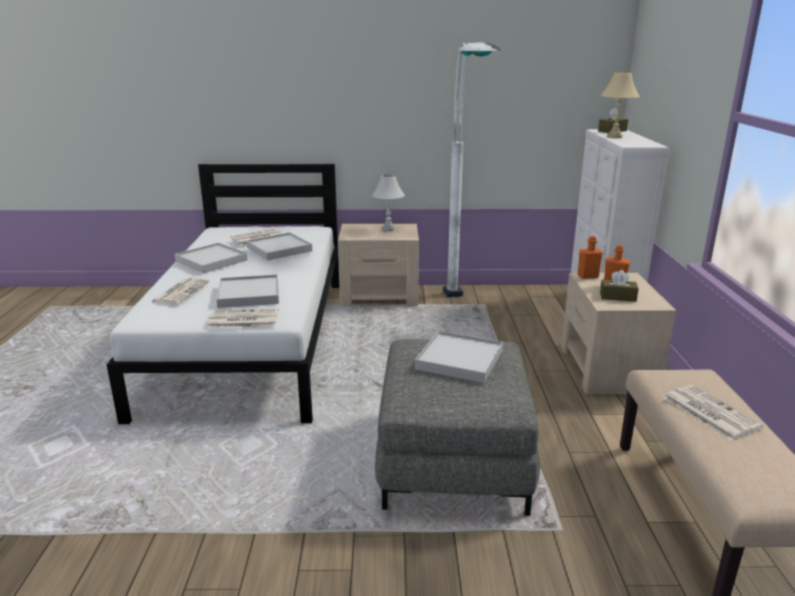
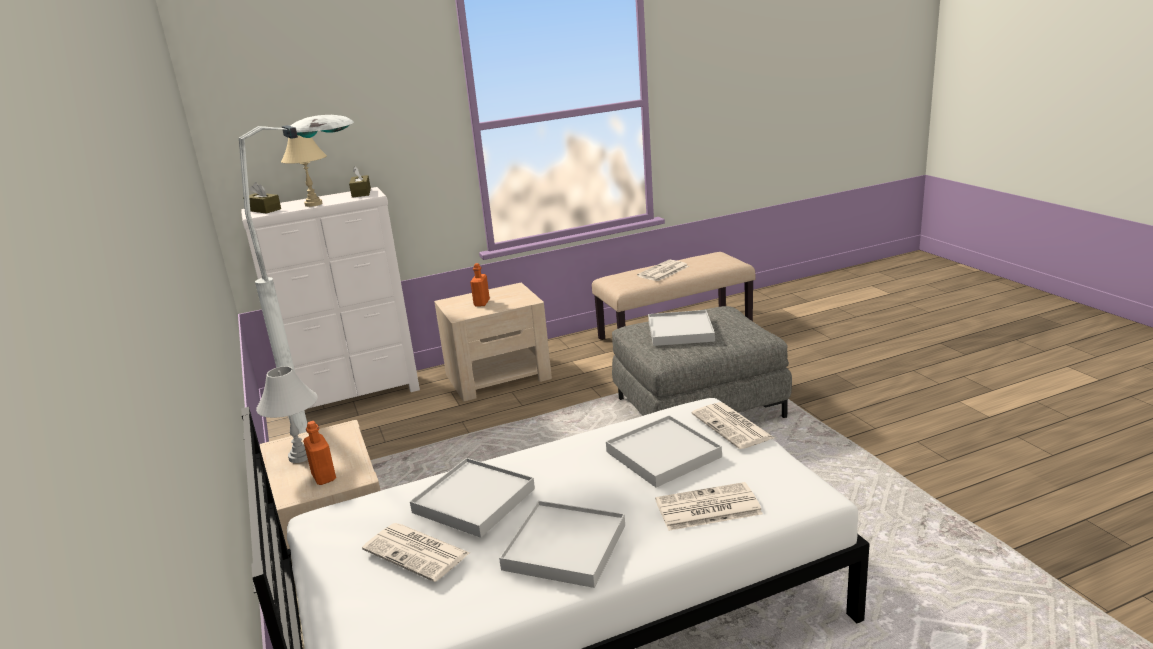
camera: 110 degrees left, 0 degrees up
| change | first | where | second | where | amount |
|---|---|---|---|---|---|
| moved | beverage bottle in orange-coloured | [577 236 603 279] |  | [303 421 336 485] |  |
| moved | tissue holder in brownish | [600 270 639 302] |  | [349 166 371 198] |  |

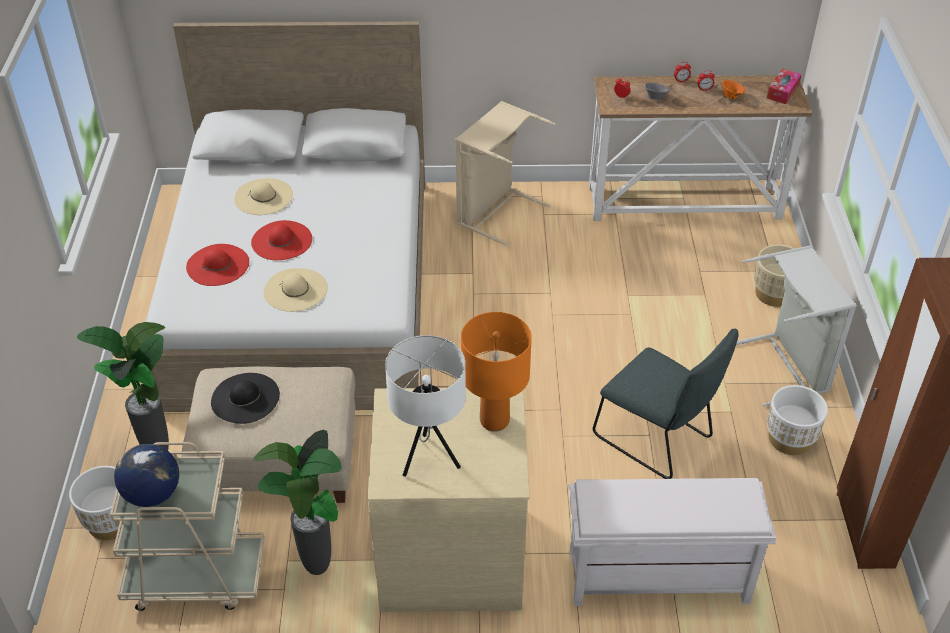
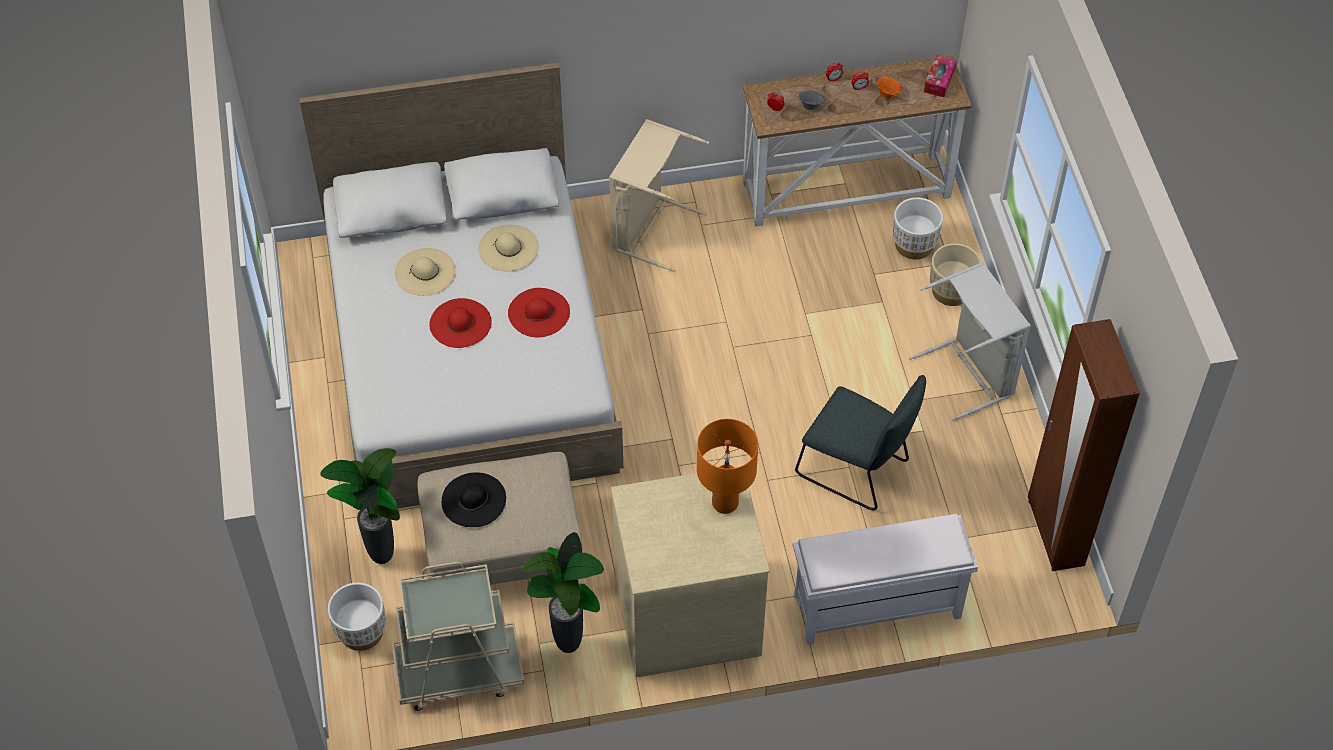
camera: 10 degrees left, 10 degrees up
| change | first | where | second | where | amount |
|---|---|---|---|---|---|
| moved | hat in red | [186 244 249 286] |  | [508 288 570 337] |  |
| moved | hat in beige-coloured | [264 268 328 312] |  | [479 225 539 271] |  |
| removed | lamp for a table in white | [385 335 466 477] |  |  |  |
| moved | planter in white | [767 385 828 455] |  | [893 198 943 259] |  |
| removed | desk globe | [114 444 179 507] |  |  |  |

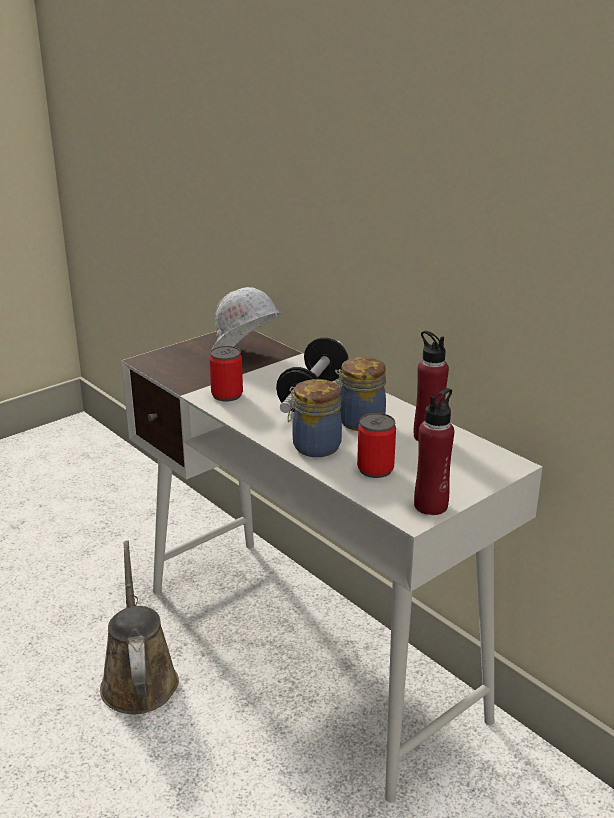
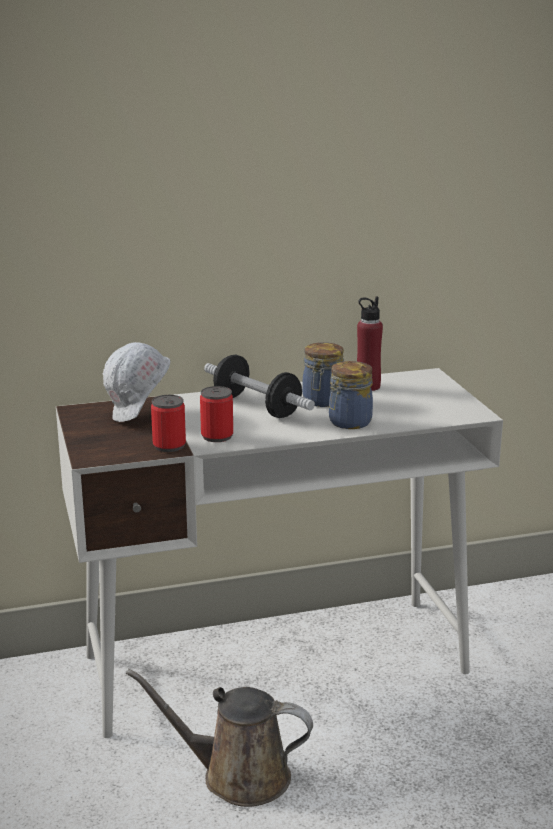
camera: 65 degrees left, 5 degrees down
| change | first | where | second | where | amount |
|---|---|---|---|---|---|
| removed | beverage bottle in red | [414 388 454 515] |  |  |  |
| moved | sealed can | [357 413 396 478] |  | [151 395 186 452] |  |

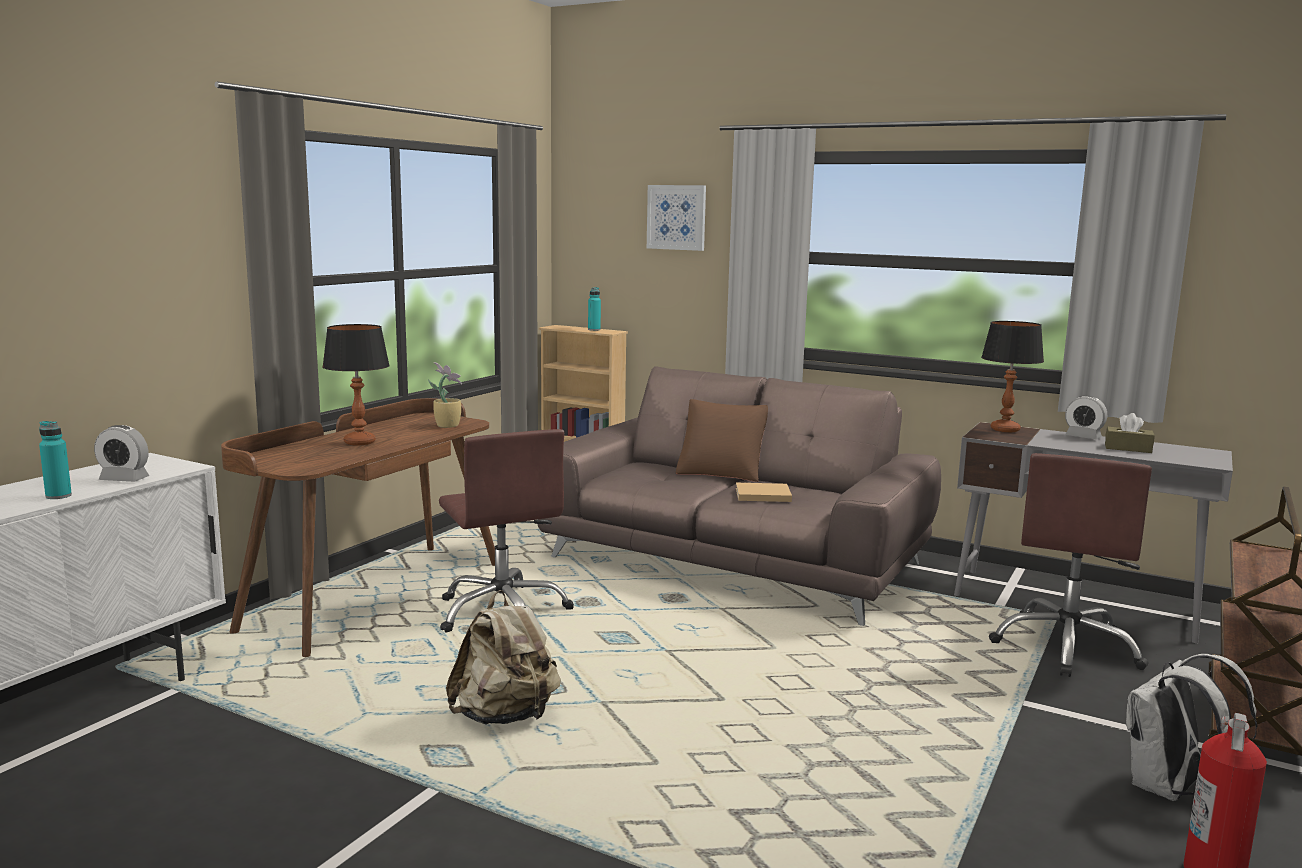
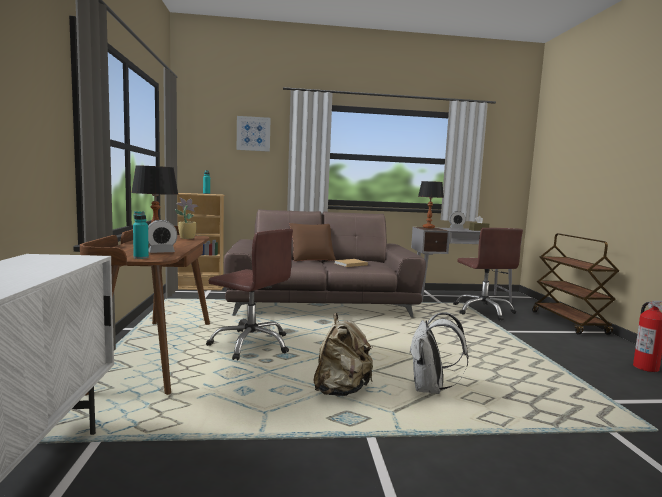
camera: 35 degrees left, 5 degrees down
| change | first | where | second | where | amount |
|---|---|---|---|---|---|
| moved | beverage bottle in turquoise-coloured | [39 421 72 499] |  | [133 211 149 259] |  |
| moved | table clock | [94 425 149 482] |  | [148 220 177 253] |  |
| moved | rucksack in white | [1126 654 1257 801] |  | [409 312 469 394] |  |

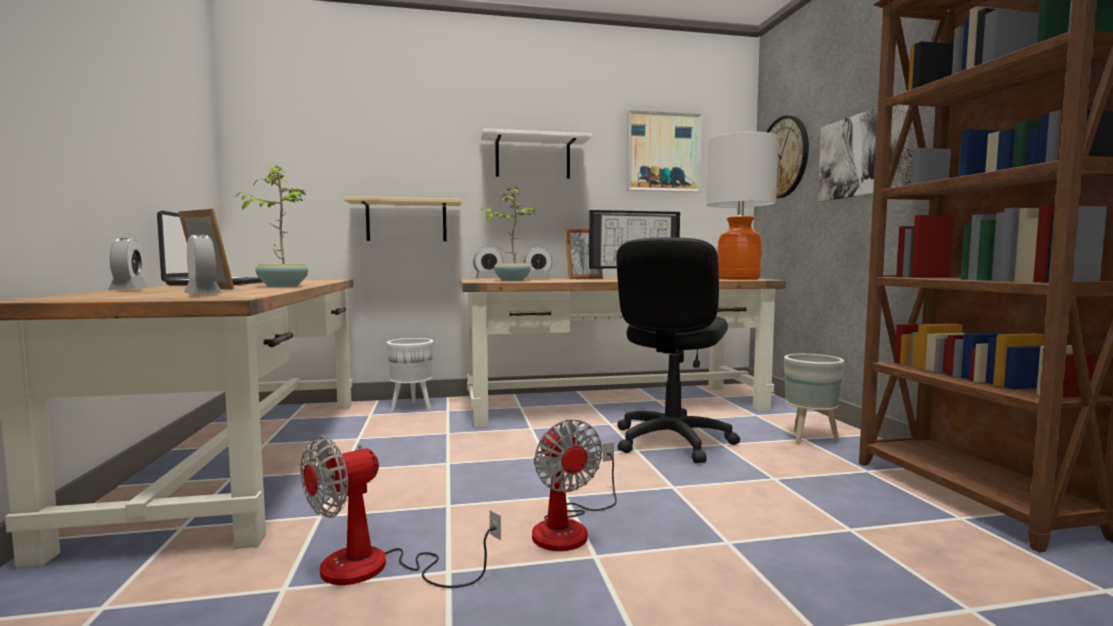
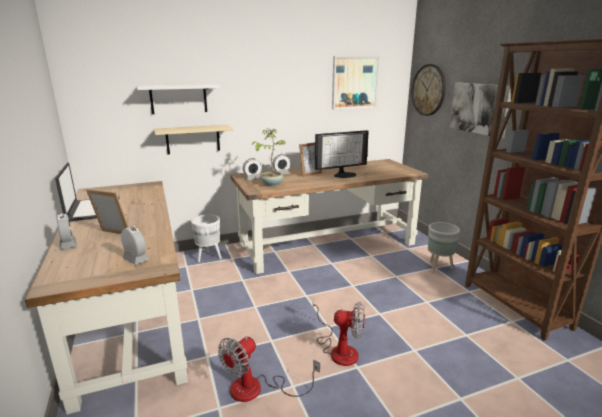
camera: 10 degrees left, 15 degrees up
| change | first | where | second | where | amount |
|---|---|---|---|---|---|
| moved | bracket shelf in white | [481 129 592 179] |  | [137 84 220 114] |  |
| removed | lamp for a table | [707 132 779 280] |  |  |  |
| removed | plant in a pot | [236 165 308 287] |  |  |  |
| removed | desk chair in black | [616 237 740 463] |  |  |  |
| turned | fan | [532 419 617 551] |  | [313 299 365 366] | 45 degrees counterclockwise |

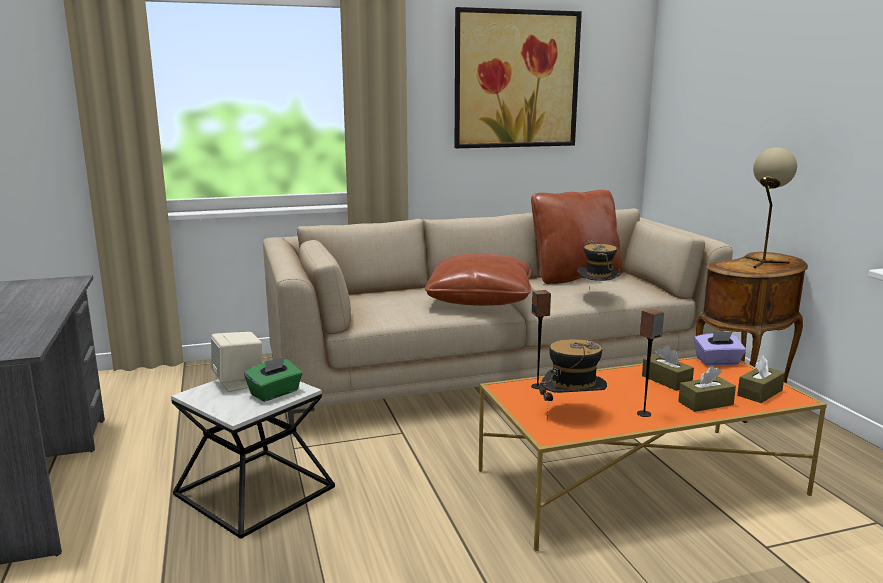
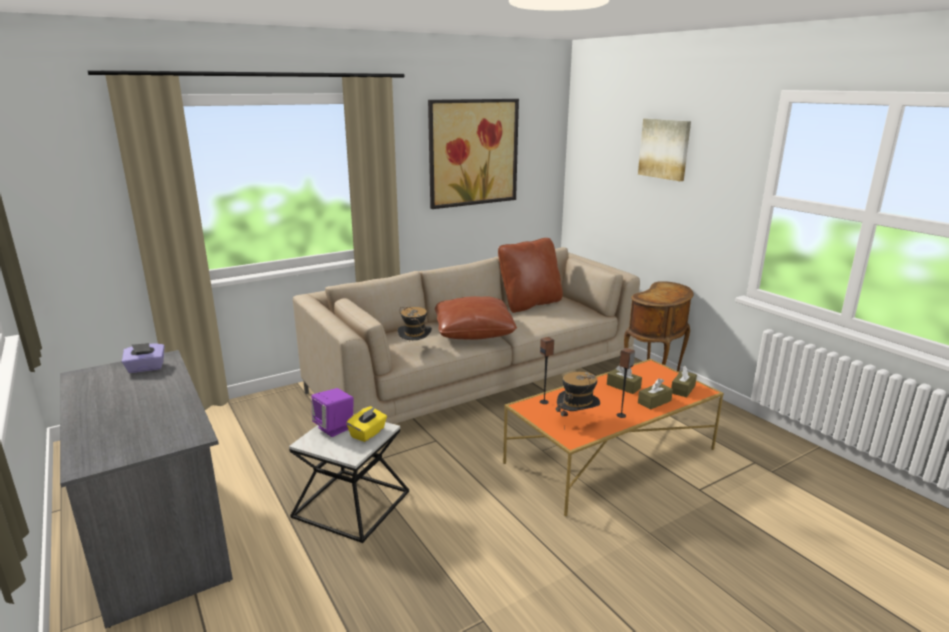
camera: 15 degrees left, 5 degrees up
| change | first | where | second | where | amount |
|---|---|---|---|---|---|
| removed | lamp for a table in beige-coloured | [745 147 797 268] |  |  |  |
| moved | hat | [578 240 621 289] |  | [397 307 432 342] |  |
| moved | tissue holder in purple-coloured | [694 331 746 365] |  | [122 343 165 373] |  |
| recoloured | speaker in beige-coloured | [211 332 262 392] | speaker in purple-coloured | [312 388 353 437] |  |
| recoloured | tissue holder in green-coloured | [244 356 302 402] | tissue holder in yellow | [346 406 387 442] |  |
| added |  |  | wall picture | [638 118 691 181] |  |

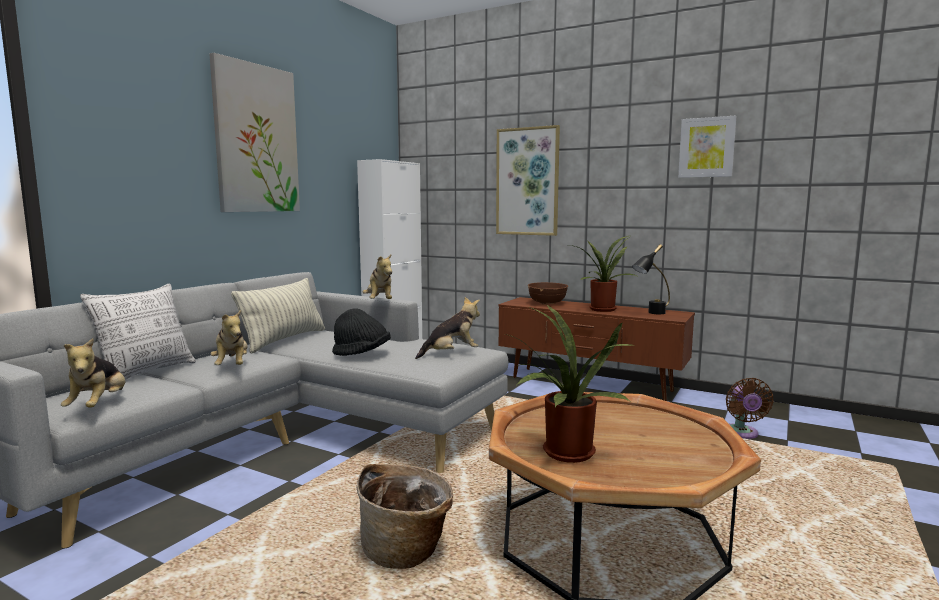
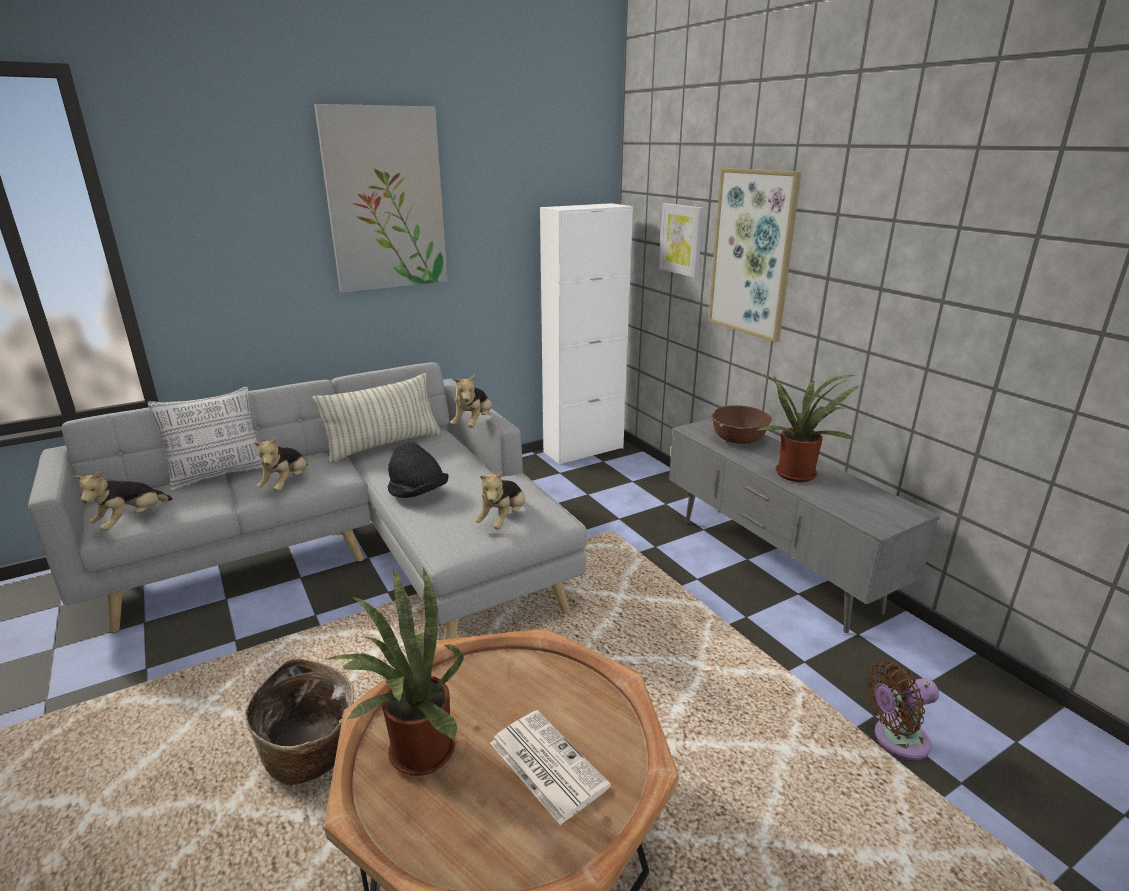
camera: 30 degrees right, 15 degrees up
| change | first | where | second | where | amount |
|---|---|---|---|---|---|
| moved | wall picture | [678 116 736 178] |  | [659 203 704 278] |  |
| removed | lamp for a table in black | [632 244 670 314] |  |  |  |
| turned | cuddly toy | [415 297 480 359] |  | [475 471 525 529] | 105 degrees clockwise |
| recoloured | tv stand in brownish | [499 297 695 401] | tv stand in grey | [669 418 940 633] |  |
| turned | fan in brownish | [726 378 774 439] |  | [866 660 939 760] | 45 degrees clockwise |
| added |  |  | printed paper | [490 710 611 825] |  |

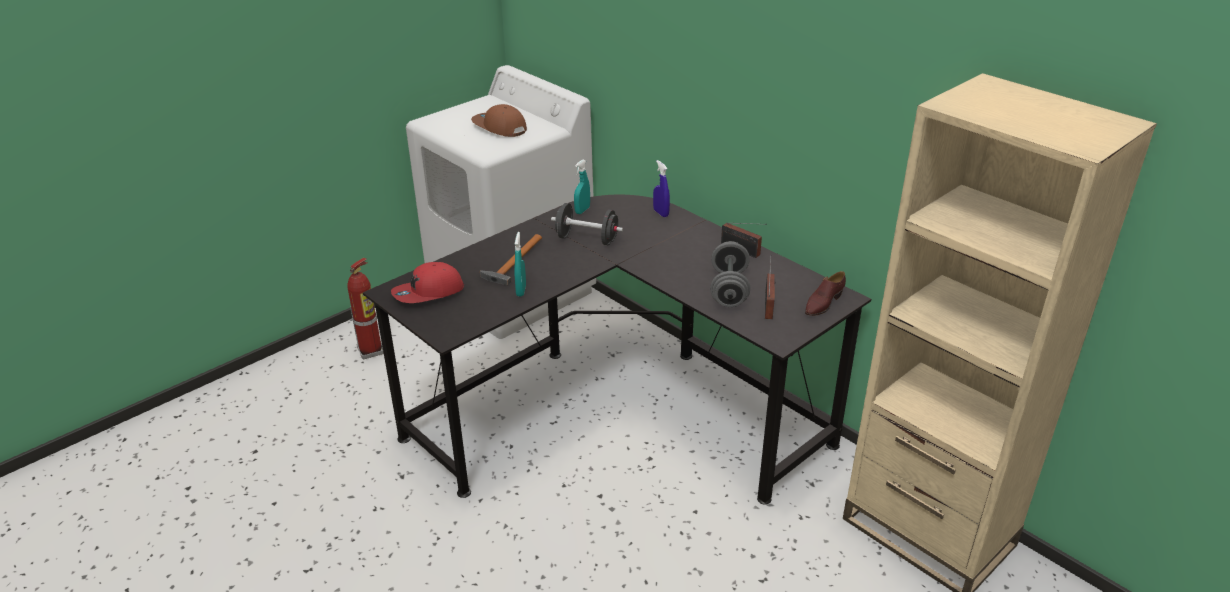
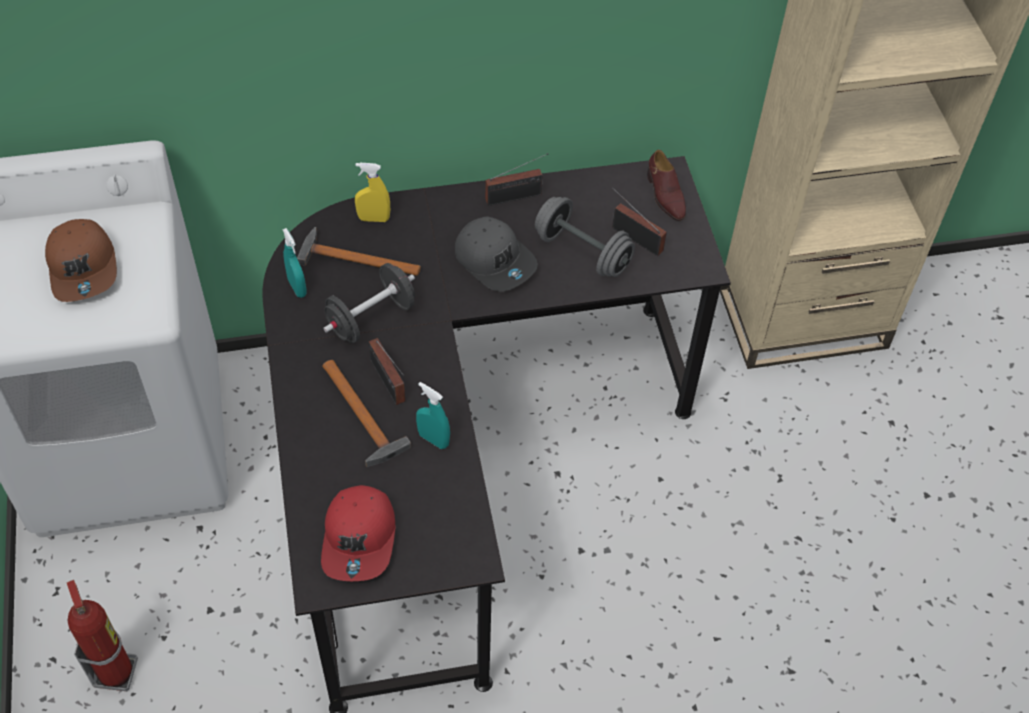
camera: 60 degrees left, 20 degrees up
| change | first | where | second | where | amount |
|---|---|---|---|---|---|
| turned | cap in brownish | [471 104 527 137] |  | [45 219 117 302] | 90 degrees counterclockwise |
| recoloured | sprayer in blue-coloured | [653 160 670 217] | sprayer in yellow | [355 163 390 222] |  |
| added |  |  | cap in grey | [455 216 538 292] |  |
| added |  |  | hand hammer | [297 227 421 276] |  |
| added |  |  | radio receiver | [368 338 405 405] |  |

